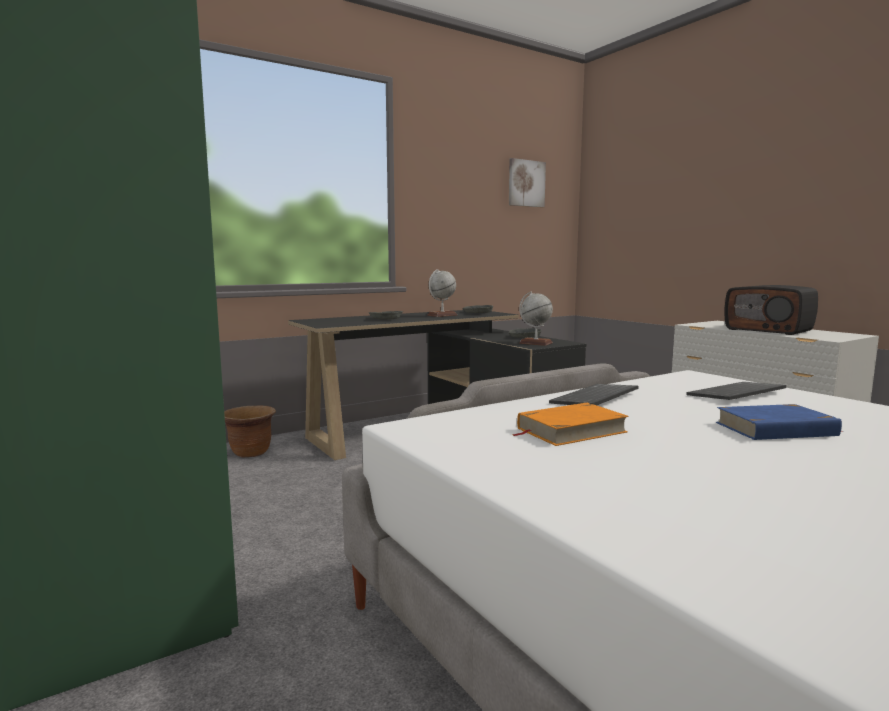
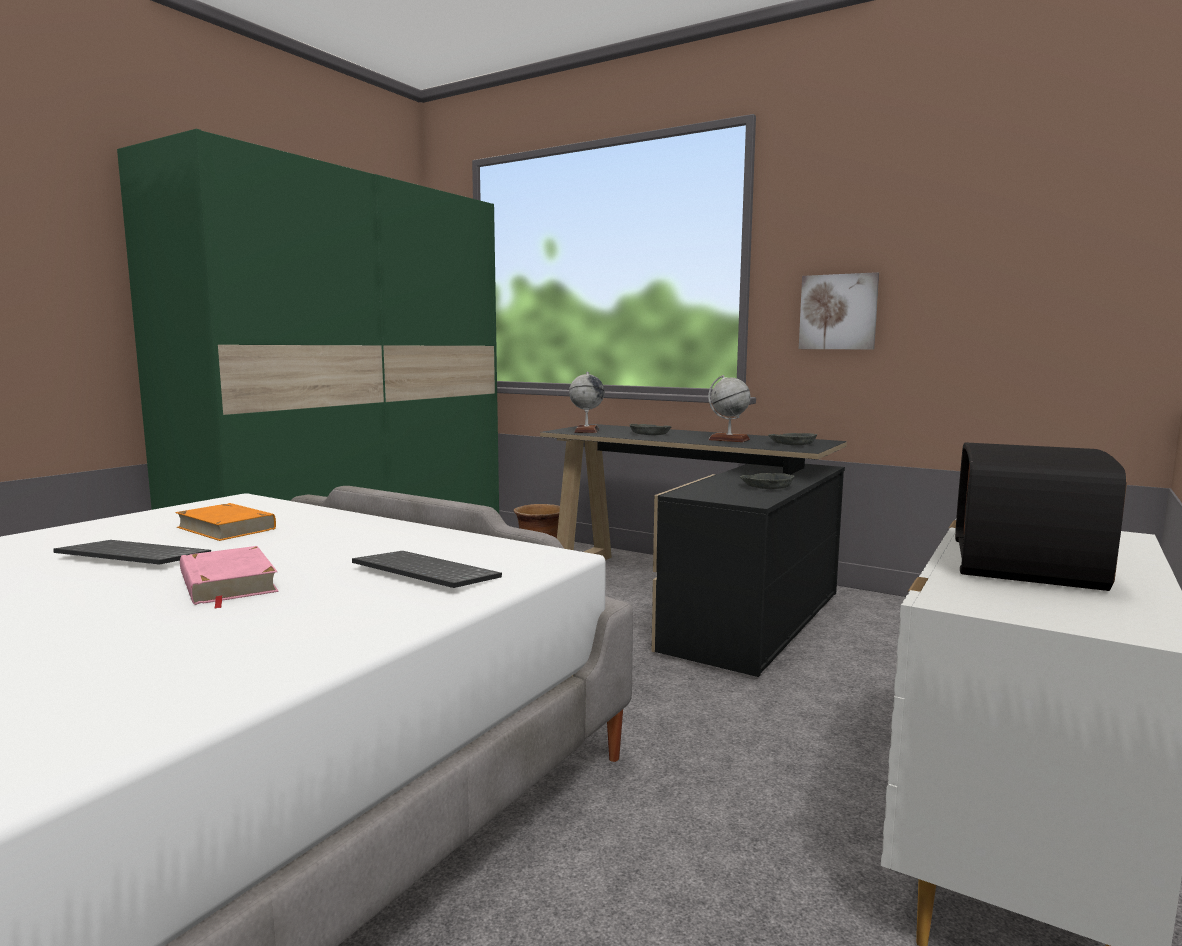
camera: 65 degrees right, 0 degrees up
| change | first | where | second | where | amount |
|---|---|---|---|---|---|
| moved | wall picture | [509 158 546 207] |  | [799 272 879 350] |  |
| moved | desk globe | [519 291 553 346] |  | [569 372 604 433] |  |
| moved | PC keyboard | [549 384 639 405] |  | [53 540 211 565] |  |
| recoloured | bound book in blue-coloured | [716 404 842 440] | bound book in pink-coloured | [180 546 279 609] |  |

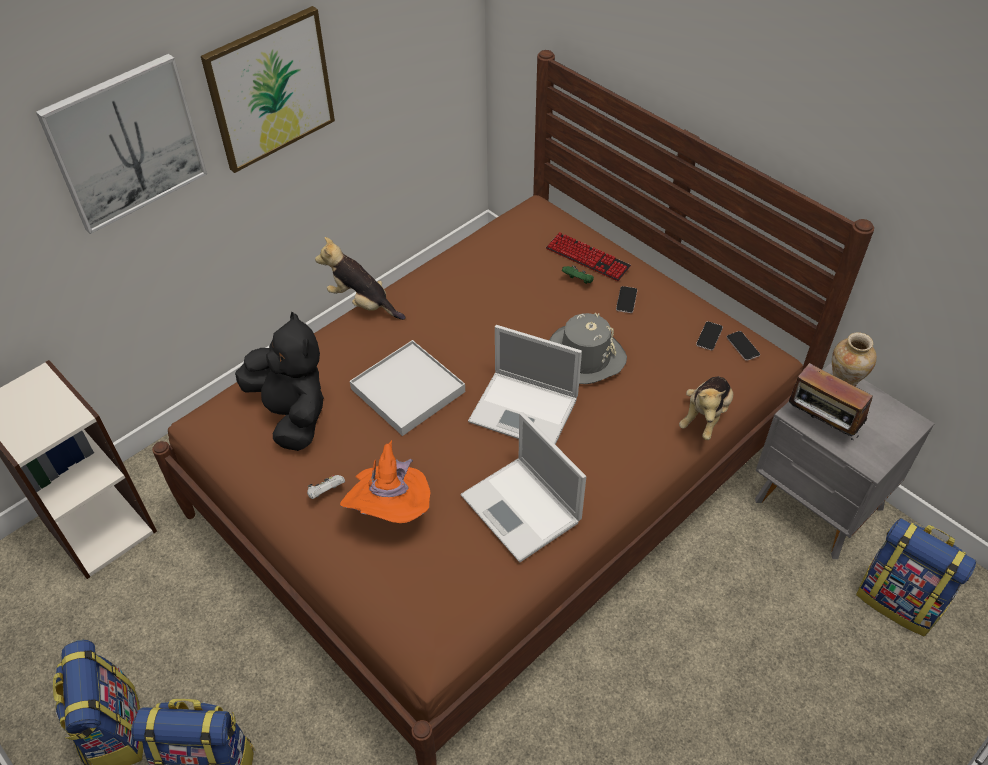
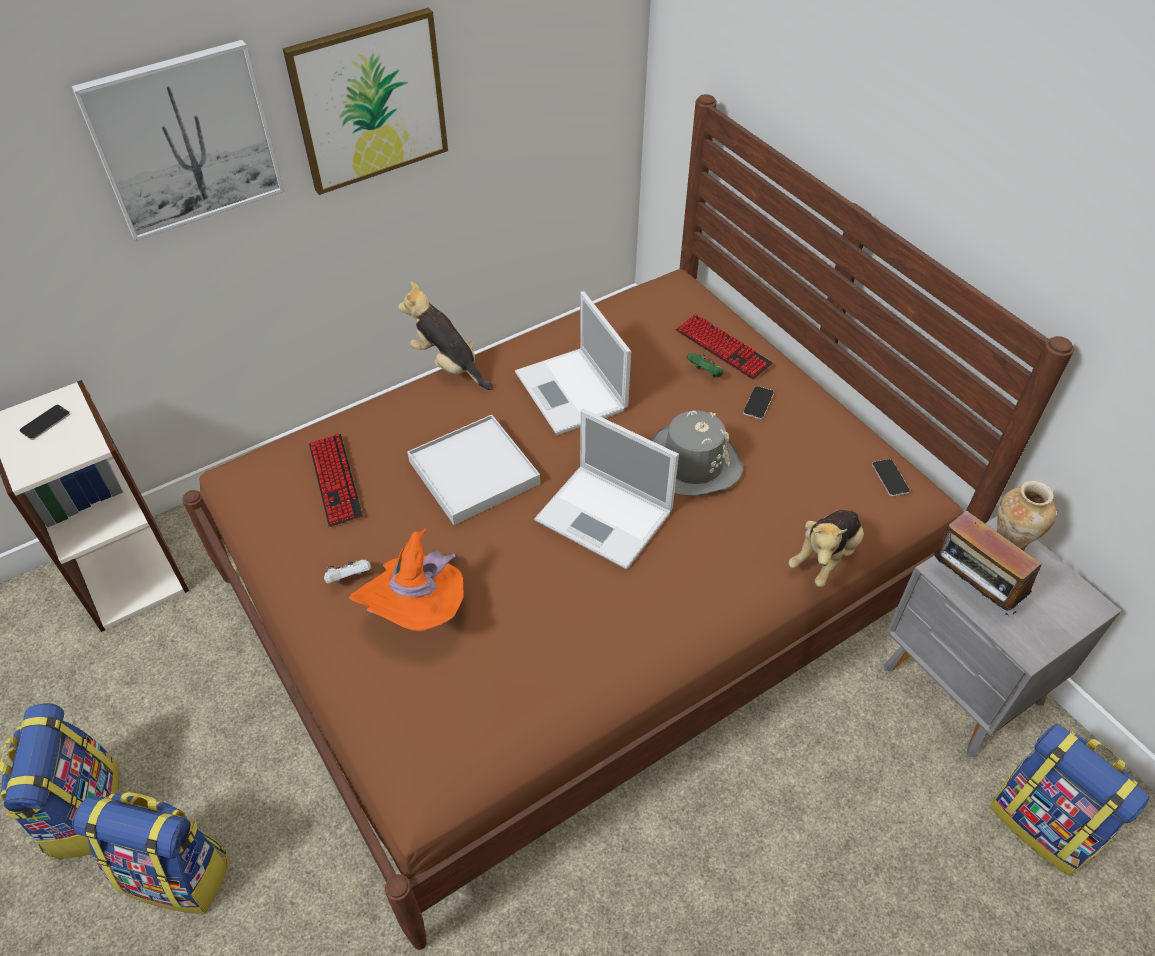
camera: 10 degrees right, 0 degrees up
| change | first | where | second | where | amount |
|---|---|---|---|---|---|
| replaced | cuddly toy in black | [235 311 324 451] | PC keyboard | [309 433 363 527] |  |
| moved | handset | [696 321 723 350] |  | [19 405 70 440] |  |
| moved | laptop | [460 412 587 562] |  | [515 291 631 435] |  |

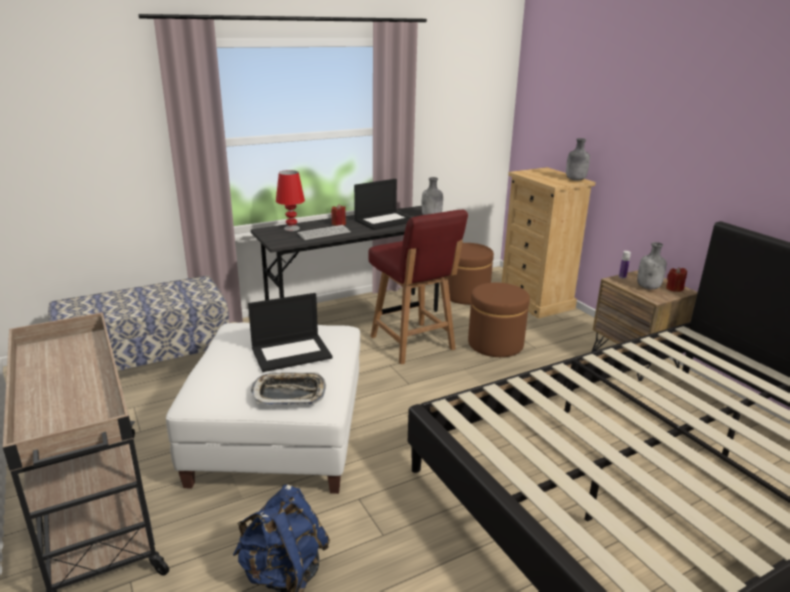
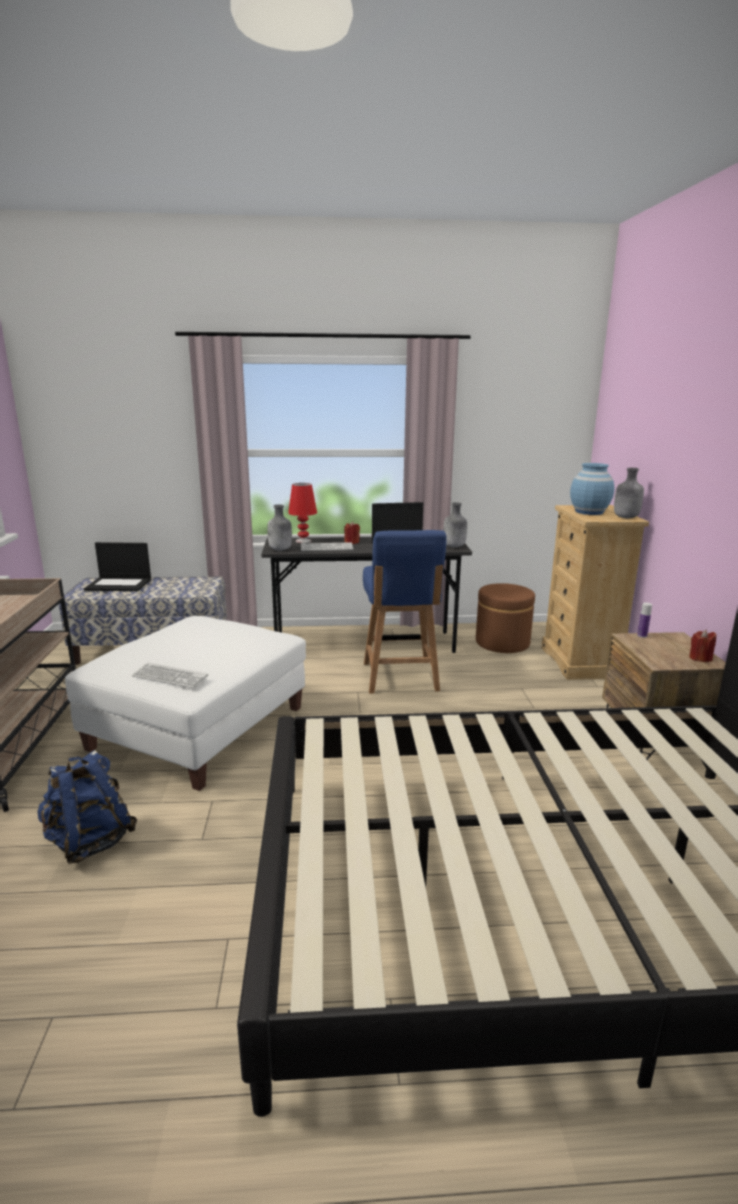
camera: 25 degrees right, 5 degrees down
| change | first | where | second | where | amount |
|---|---|---|---|---|---|
| recoloured | chair in red | [368 210 468 364] | chair in blue-coloured | [363 530 447 694] |  |
| moved | beverage bottle in grey | [637 242 667 289] |  | [267 505 292 551] |  |
| removed | footrest in brownish | [468 283 530 357] |  |  |  |
| moved | laptop | [248 293 333 372] |  | [84 542 151 591] |  |
| replaced | serving tray | [251 372 326 405] | PC keyboard | [132 663 208 688] |  |
| added |  |  | vase in blue-coloured | [570 463 614 515] |  |

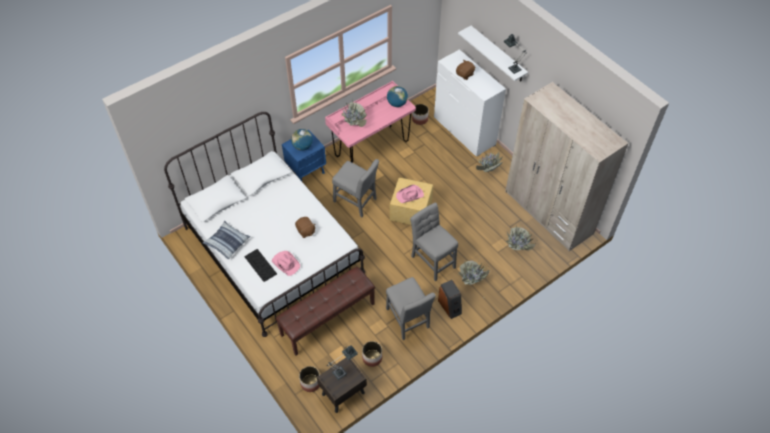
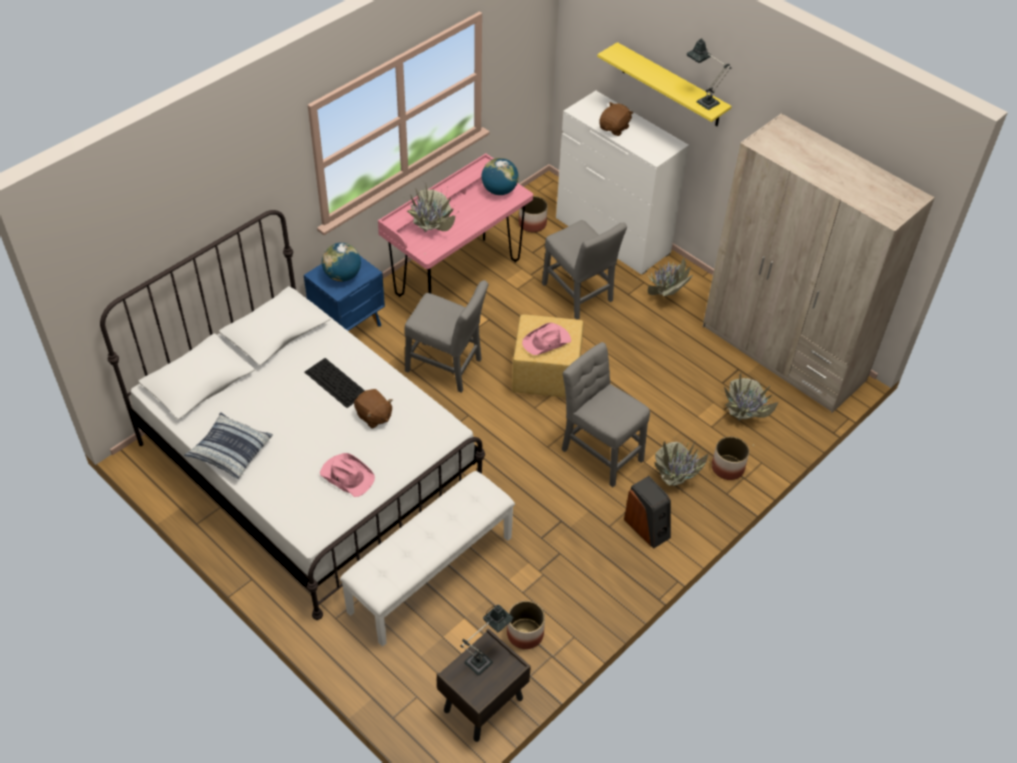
camera: 10 degrees left, 5 degrees down
| change | first | where | second | where | amount |
|---|---|---|---|---|---|
| recoloured | bracket shelf in white | [458 26 528 81] | bracket shelf in yellow | [597 42 732 126] |  |
| moved | PC keyboard | [244 249 277 282] |  | [305 358 365 408] |  |
| recoloured | long seat in brownish | [276 267 375 355] | long seat in white | [340 471 515 647] |  |
| moved | chair in grey | [386 277 436 340] |  | [542 220 627 320] |  |
| moved | planter | [299 366 320 392] |  | [712 437 749 480] |  |

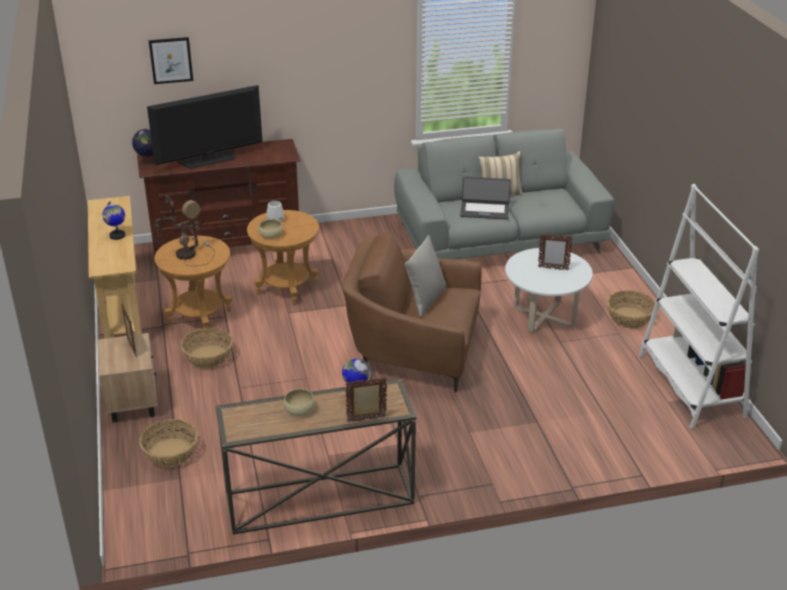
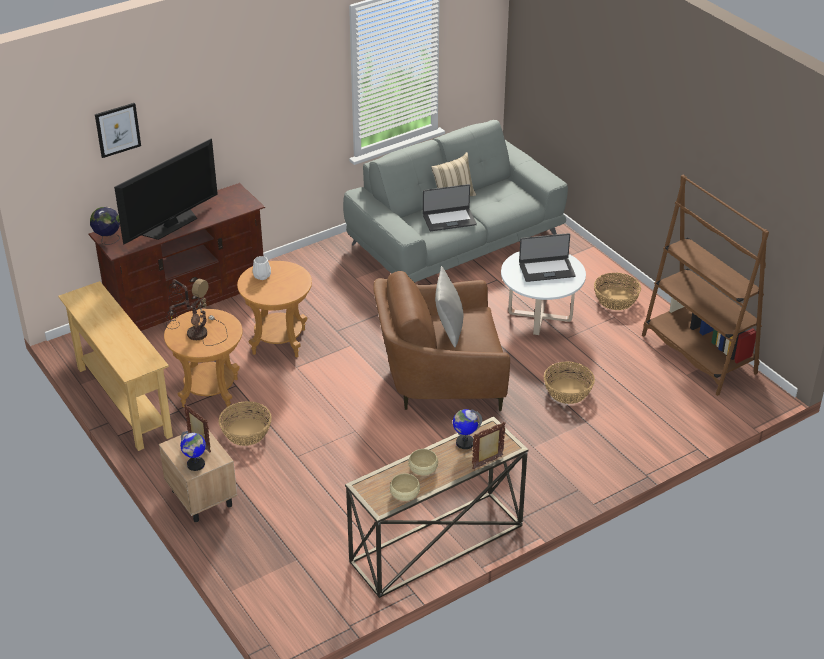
camera: 20 degrees left, 5 degrees up
| change | first | where | second | where | amount |
|---|---|---|---|---|---|
| recoloured | bookshelf in white | [639 184 759 429] | bookshelf in brownish | [642 174 769 396] |  |
| moved | desk globe | [102 201 125 240] |  | [180 431 206 471] |  |
| moved | deep dish in beige-coloured | [258 219 283 239] |  | [390 473 420 501] |  |
| replaced | photo frame | [538 234 573 271] | laptop | [519 233 576 282] |  |
| moved | household basket | [139 419 198 468] |  | [544 361 595 404] |  |

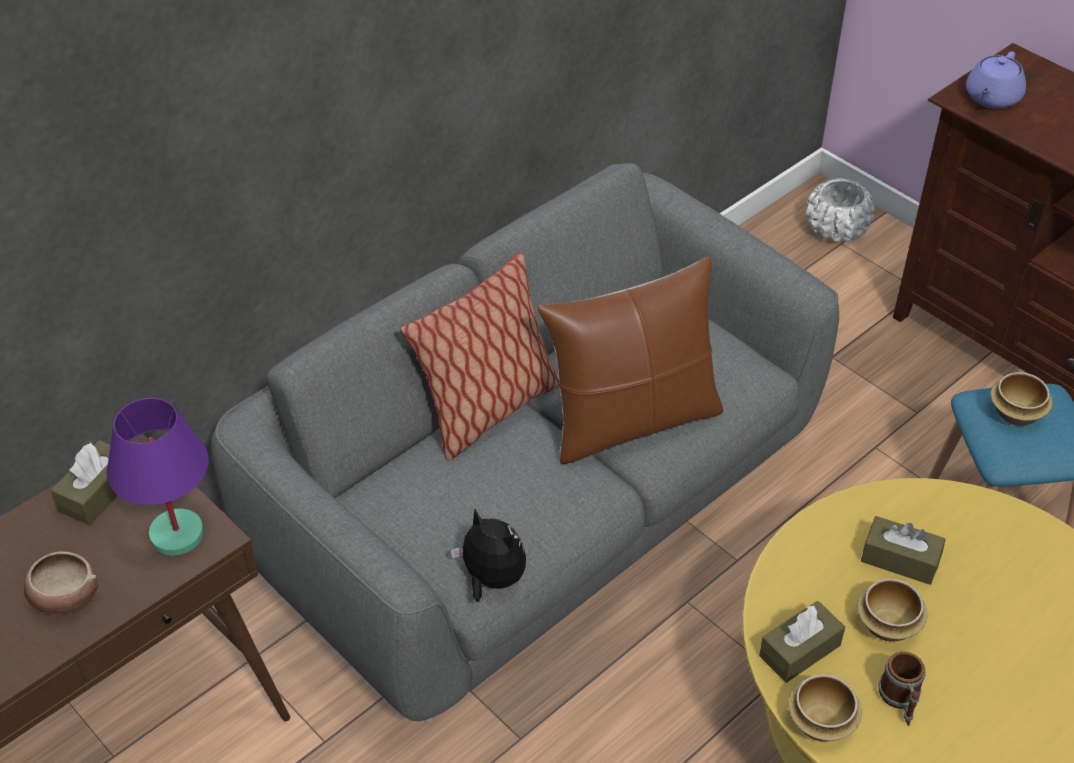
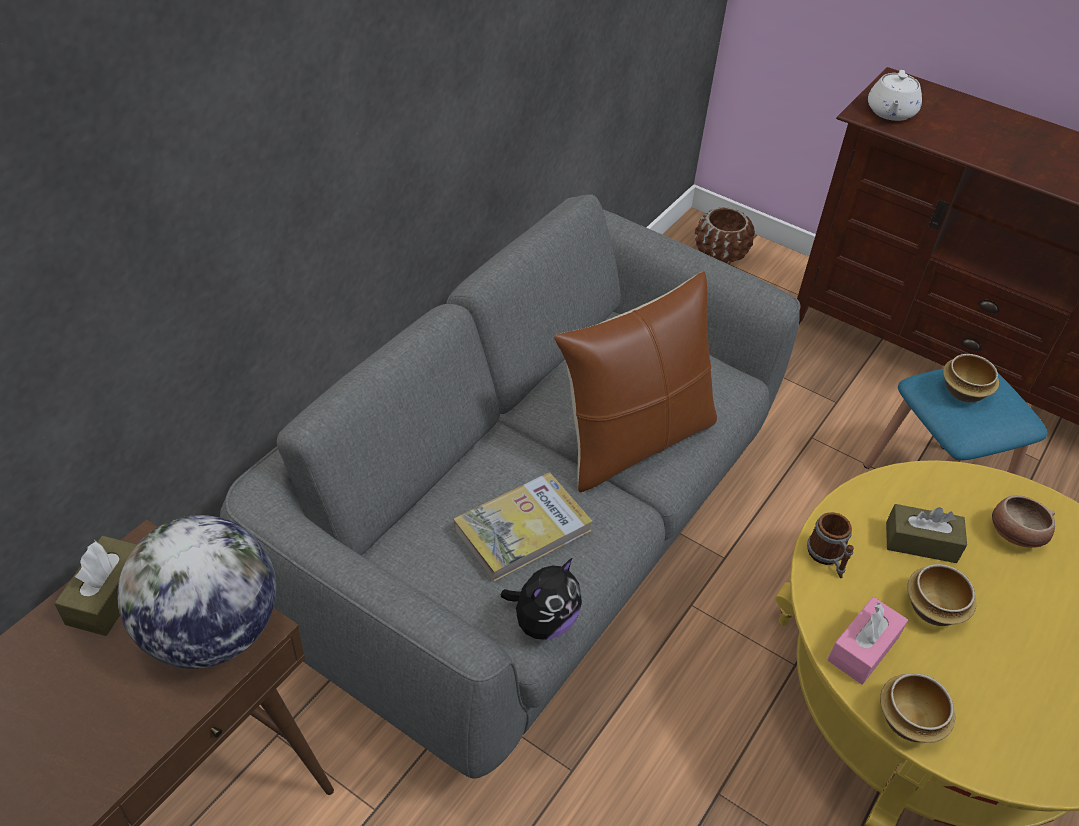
camera: 15 degrees left, 0 degrees up
| change | first | where | second | where | amount |
|---|---|---|---|---|---|
| recoloured | tea pot in purple-coloured | [966 51 1026 109] | tea pot in white | [868 70 922 121] |  |
| recoloured | planter in white | [806 178 875 242] | planter in brownish | [695 207 755 263] |  |
| removed | throw pillow | [400 253 560 460] |  |  |  |
| replaced | lamp for a table in purple-coloured | [107 398 209 555] | desk globe | [117 515 276 668] |  |
| turned | cuddly toy | [451 509 526 602] |  | [501 558 582 640] | 105 degrees clockwise |
| moved | deep dish | [24 551 98 614] |  | [992 495 1055 548] |  |
| recoloured | tissue holder in brownish | [759 601 845 683] | tissue holder in pink-coloured | [827 597 908 685] |  |
| moved | tea mug | [878 651 926 726] |  | [807 512 854 579] |  |
| added |  |  | bound book | [454 472 593 582] |  |

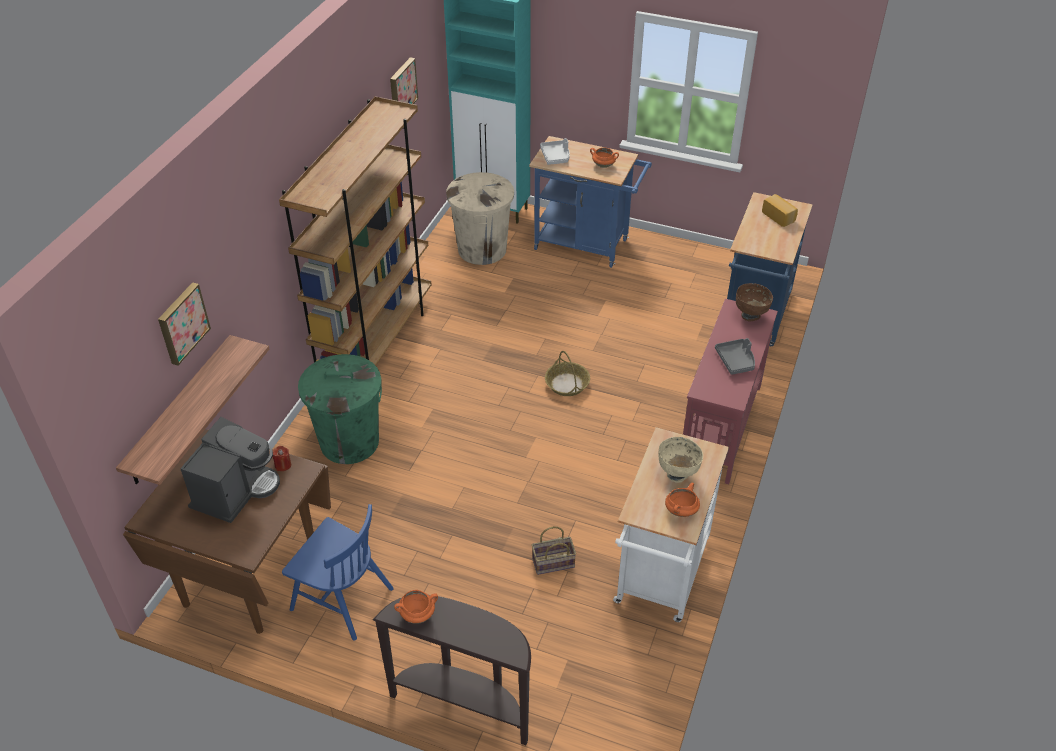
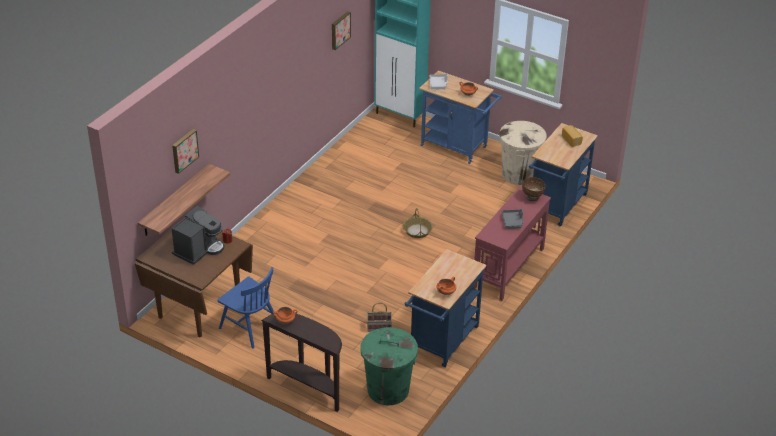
camera: 10 degrees right, 5 degrees down
| change | first | where | second | where | amount |
|---|---|---|---|---|---|
| removed | bookshelf in brownish | [279 96 432 366] |  |  |  |
| moved | trash can in beige-coloured | [446 172 514 265] |  | [499 121 547 185] |  |
| moved | trash can in green-coloured | [298 354 382 464] |  | [360 327 418 405] |  |
| recoloured | trolley in white | [613 427 729 623] | trolley in blue-coloured | [405 249 486 367] |  |
| removed | deep dish in beige-coloured | [658 437 703 483] |  |  |  |

